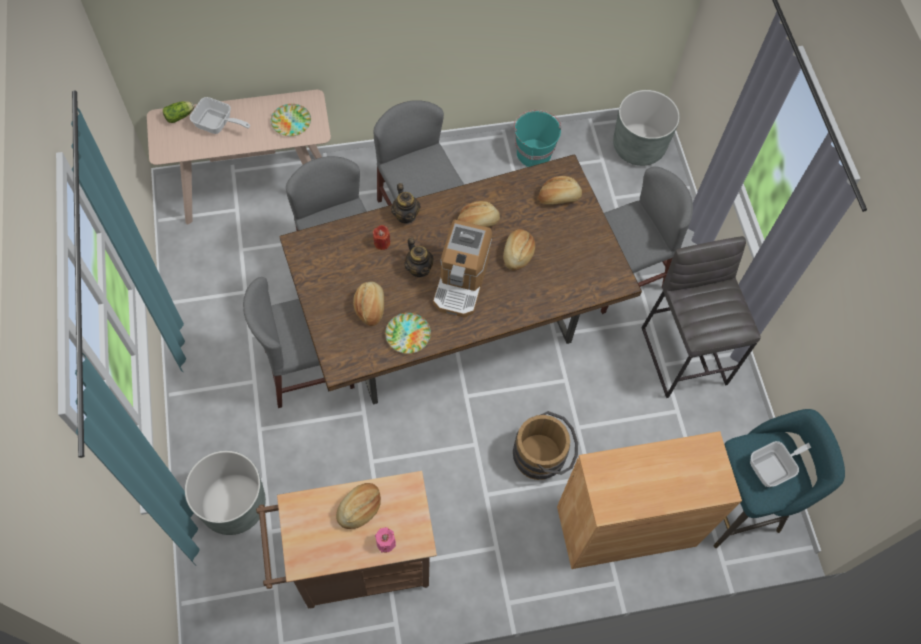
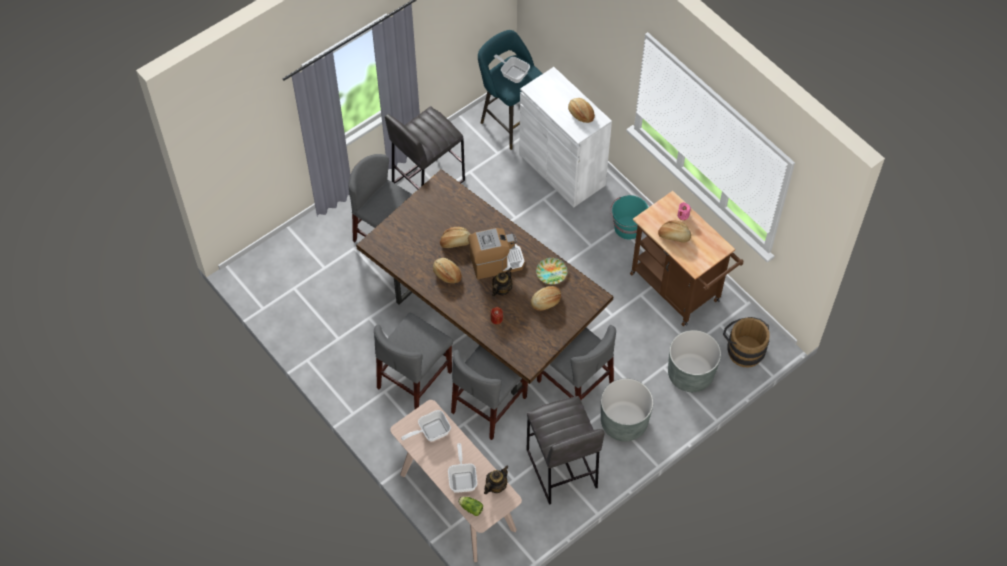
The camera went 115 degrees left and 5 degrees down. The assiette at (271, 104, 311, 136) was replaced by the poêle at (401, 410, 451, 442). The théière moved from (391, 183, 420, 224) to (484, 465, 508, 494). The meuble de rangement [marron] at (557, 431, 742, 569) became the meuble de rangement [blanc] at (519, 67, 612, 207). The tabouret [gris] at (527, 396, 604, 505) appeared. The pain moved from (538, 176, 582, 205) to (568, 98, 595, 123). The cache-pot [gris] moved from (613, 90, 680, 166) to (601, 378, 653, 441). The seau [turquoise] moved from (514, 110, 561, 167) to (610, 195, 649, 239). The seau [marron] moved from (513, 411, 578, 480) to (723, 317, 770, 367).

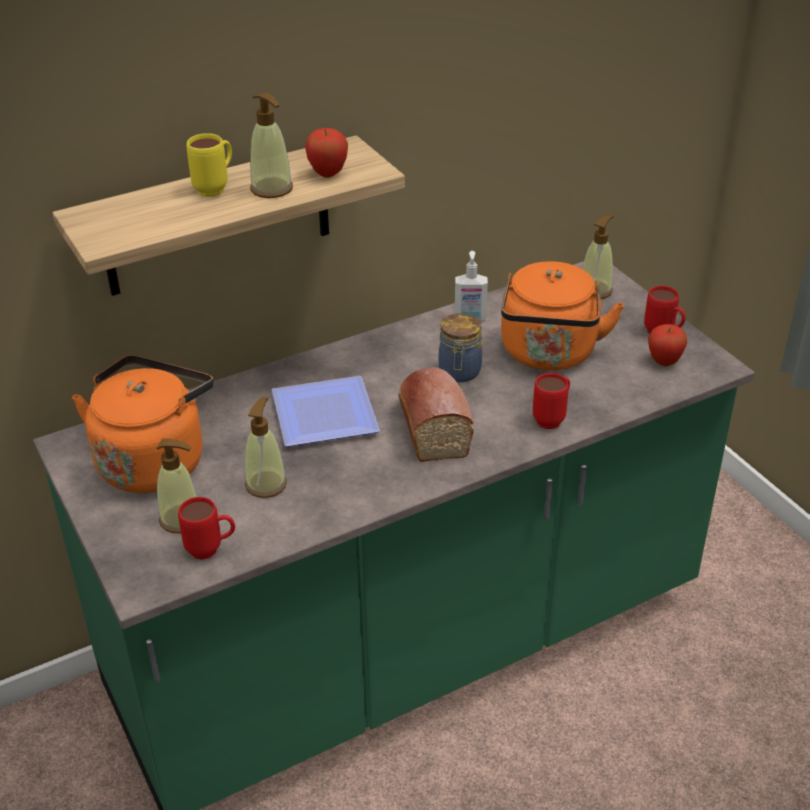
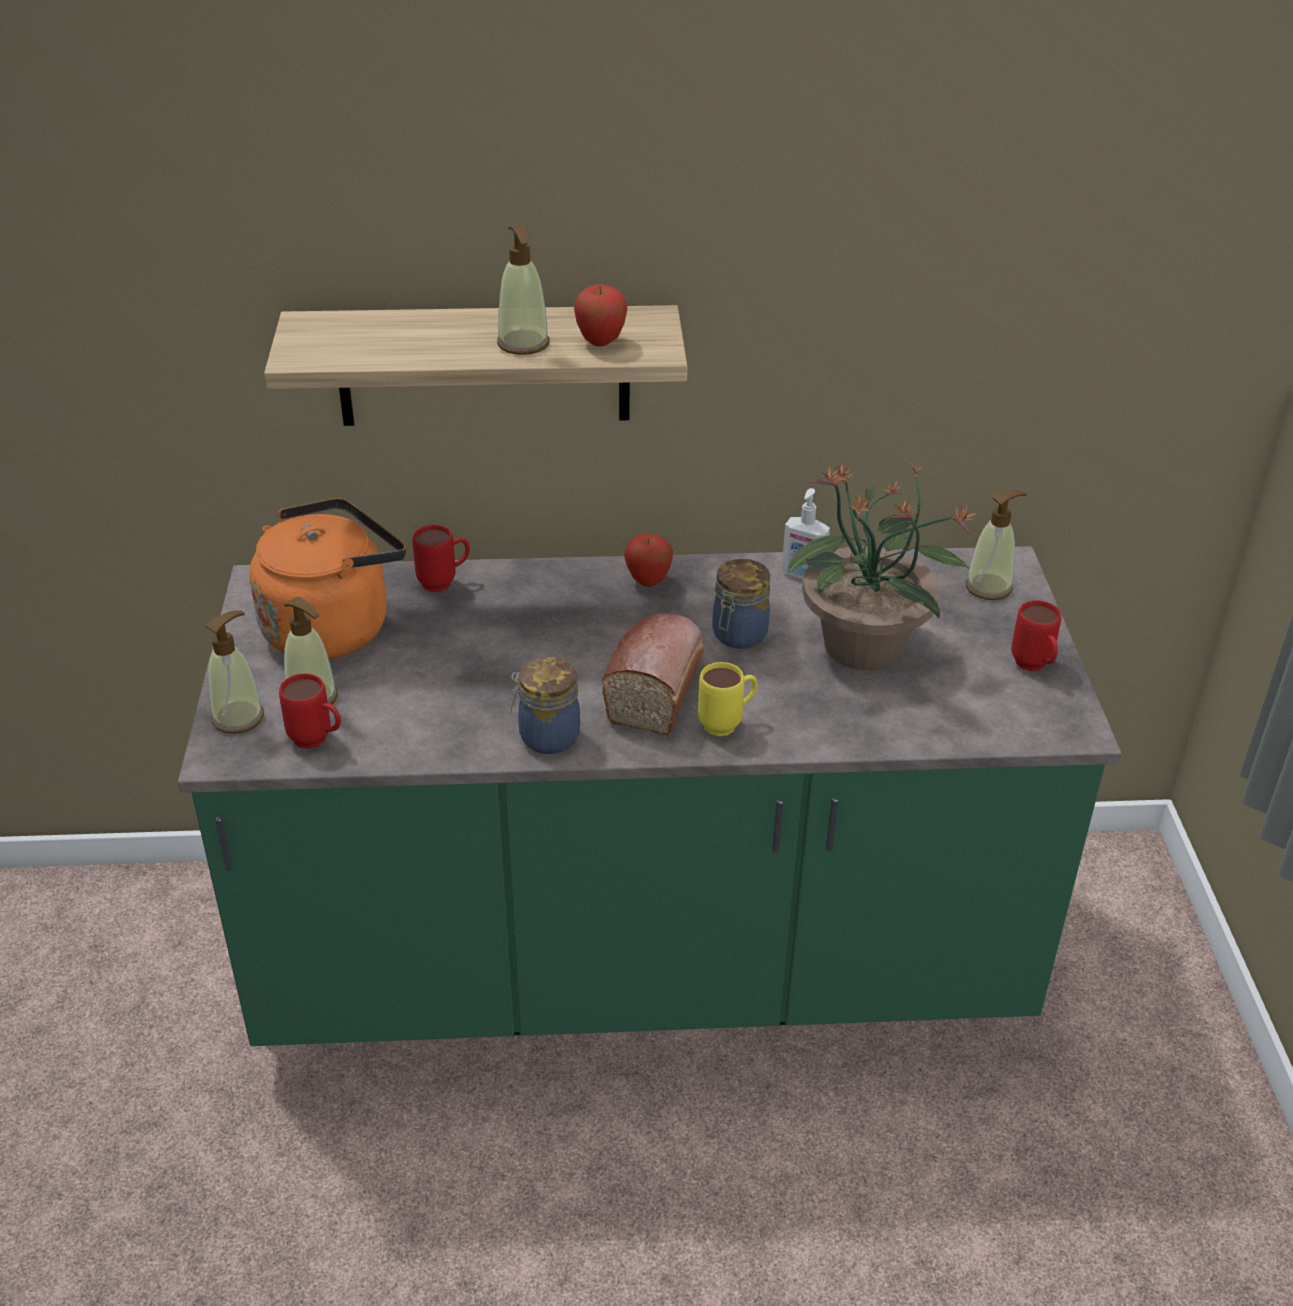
The camera went 25 degrees right and 0 degrees up. The distributeur de savon moved from (245, 397, 287, 498) to (205, 611, 264, 734). The mug [rouge] moved from (533, 373, 570, 429) to (412, 525, 470, 592). The bocal at (511, 657, 580, 754) appeared. The pomme moved from (648, 324, 687, 366) to (624, 533, 673, 587). The mug [jaune] moved from (186, 133, 232, 197) to (698, 662, 758, 736). The bouilloire [orange] at (501, 261, 624, 370) was replaced by the plante en pot at (789, 464, 976, 671). The assiette at (272, 376, 380, 447) disappeared.

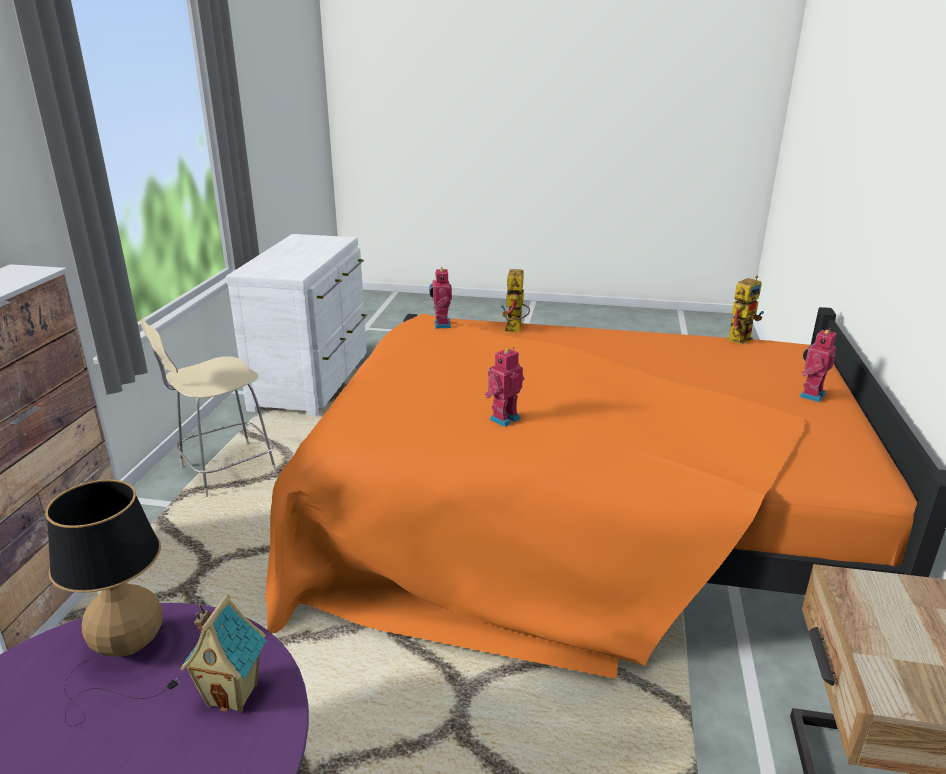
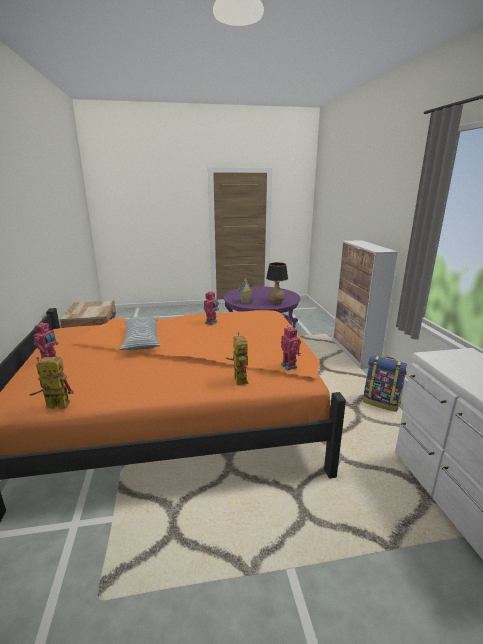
The camera went 160 degrees right and 5 degrees down. The robot jouet at (728, 275, 764, 345) turned 60 degrees clockwise. The coussin at (120, 316, 161, 350) appeared. The chaise [beige] at (141, 318, 277, 497) was replaced by the sac à dos at (363, 355, 407, 412).

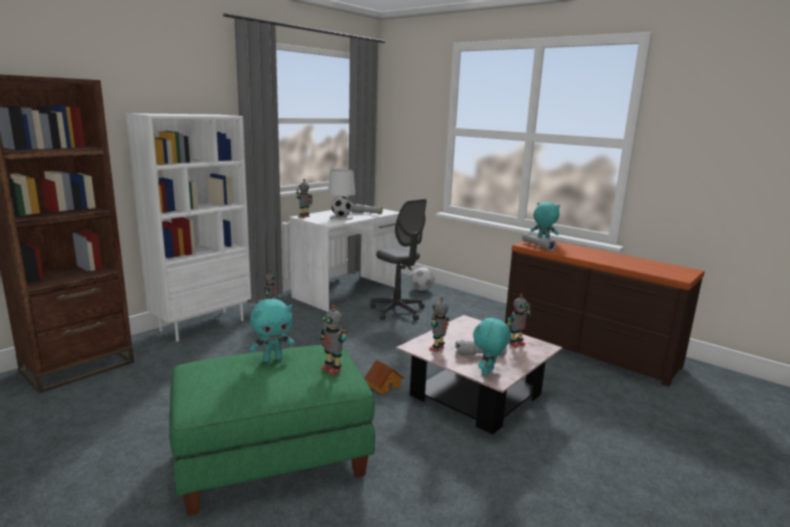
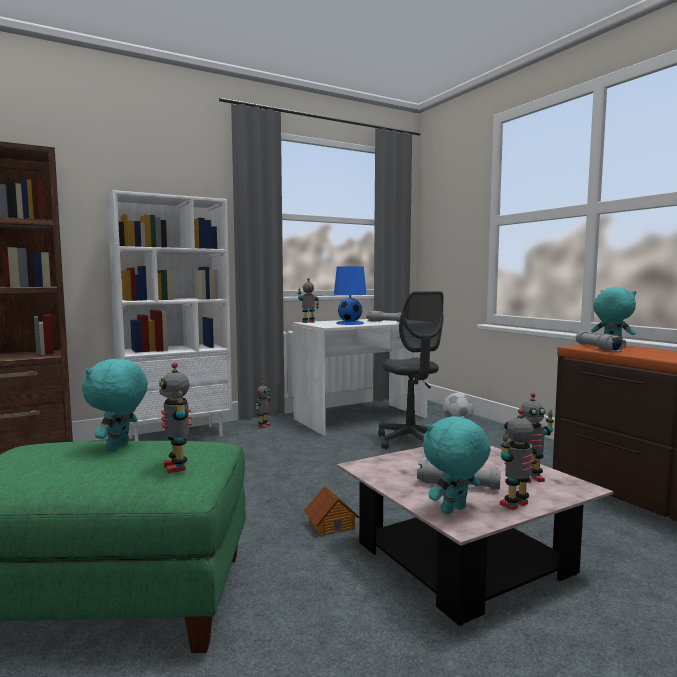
The camera went 20 degrees right and 10 degrees down. The peluche [turquoise] at (250, 299, 295, 362) turned 105 degrees clockwise. The lampe de table [blanc] at (328, 169, 356, 220) became the lampe de table [bleu] at (334, 266, 367, 325). The robot jouet moved from (429, 297, 449, 352) to (500, 408, 537, 510).

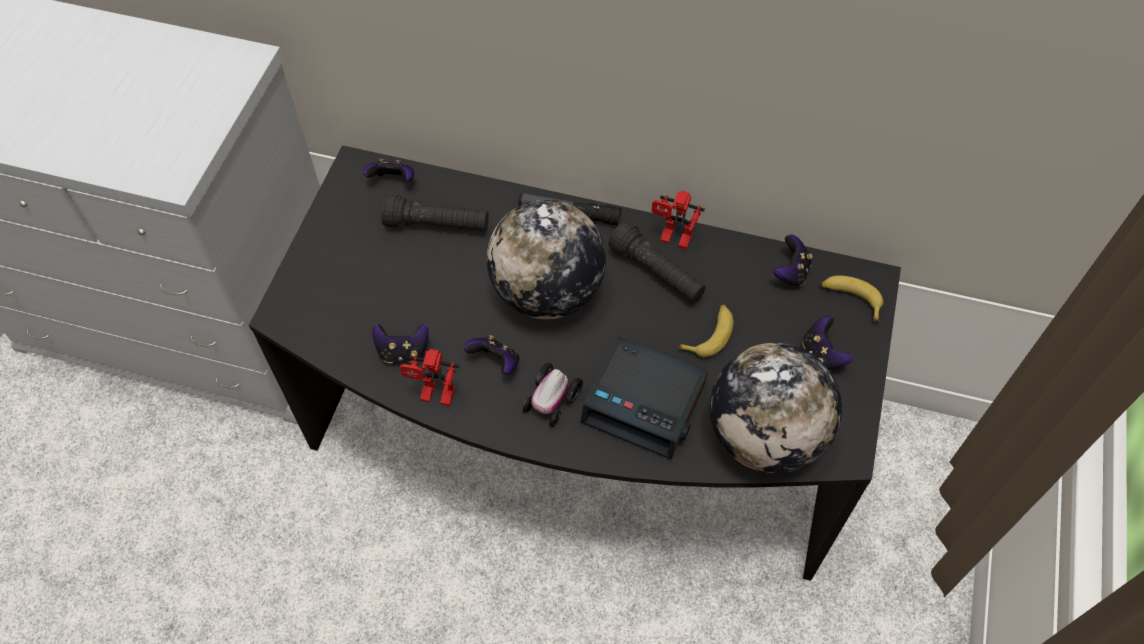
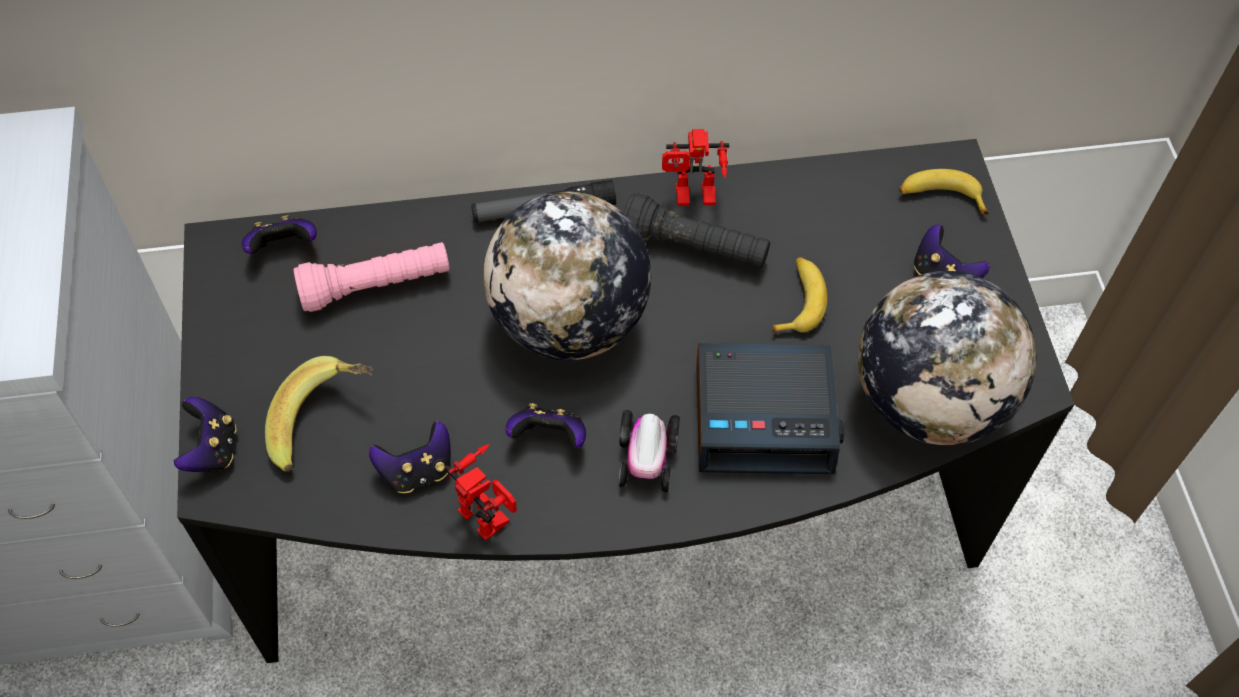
The camera went 25 degrees left and 0 degrees up. The manette moved from (773, 235, 812, 287) to (174, 397, 236, 472). The banane at (265, 356, 374, 472) appeared. The lampe de poche [noir] at (381, 194, 489, 231) became the lampe de poche [rose] at (294, 242, 450, 312). The robot jouet at (400, 349, 459, 406) turned 120 degrees counterclockwise.

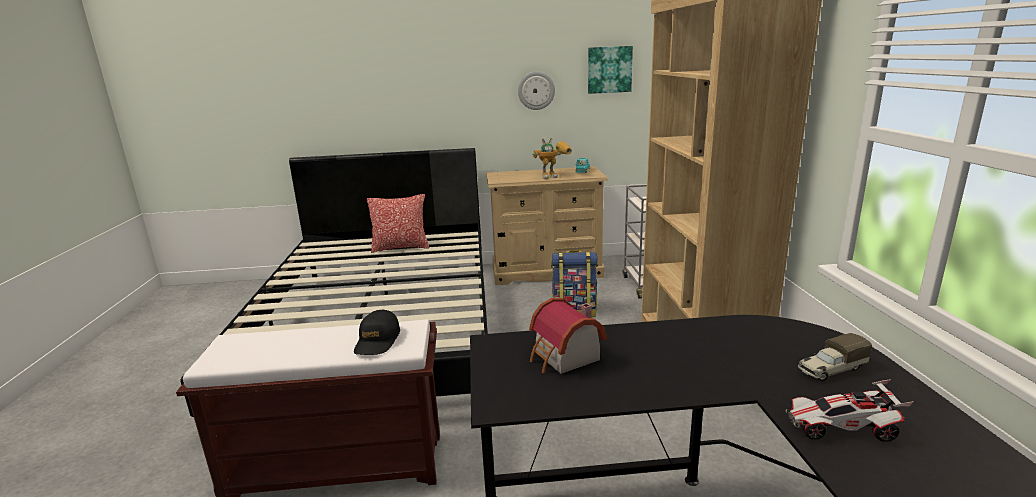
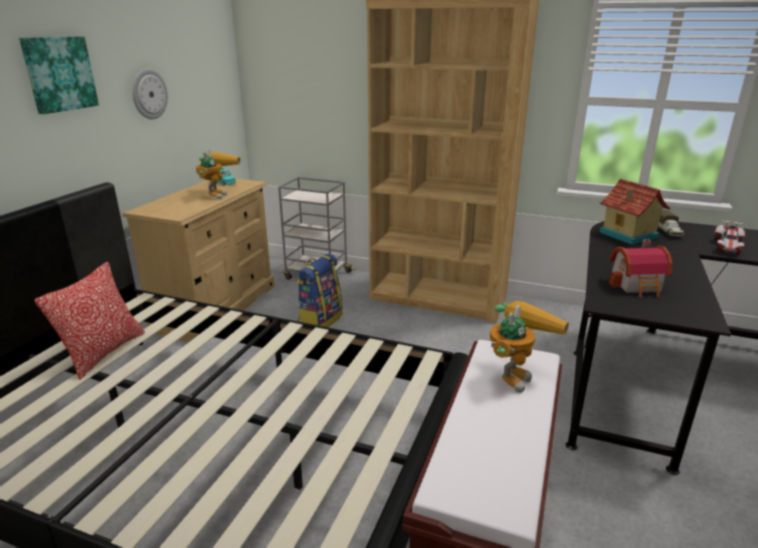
The camera went 65 degrees left and 5 degrees up. The tableau moved from (588, 46, 633, 94) to (19, 36, 99, 114). The casquette [noir] at (354, 310, 400, 355) was replaced by the robot jouet at (490, 301, 569, 393). The maison miniature at (600, 179, 670, 245) appeared.

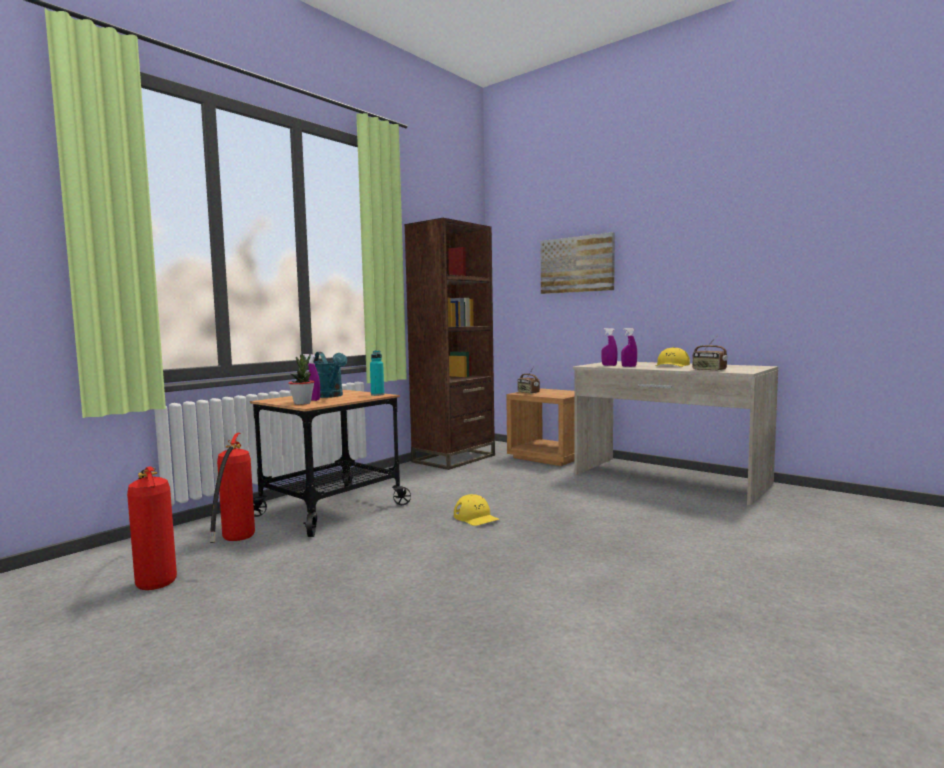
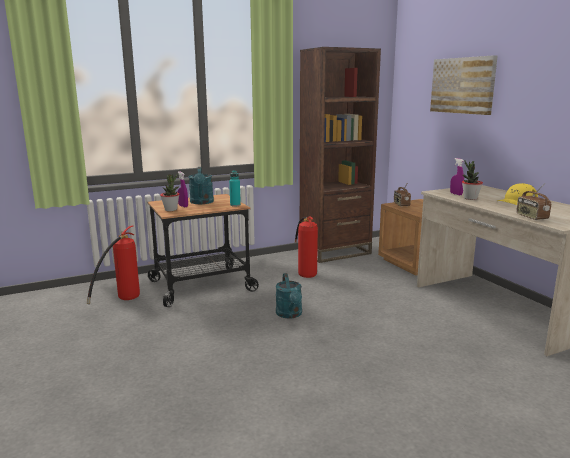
The camera went 25 degrees right and 10 degrees up. The casquette [jaune] at (454, 494, 500, 526) was replaced by the arrosoir [turquoise] at (276, 273, 302, 319). The extincteur moved from (127, 466, 177, 590) to (295, 216, 318, 278). The vaporisateur [violet] at (621, 328, 637, 367) was replaced by the plante en pot at (462, 161, 483, 200).

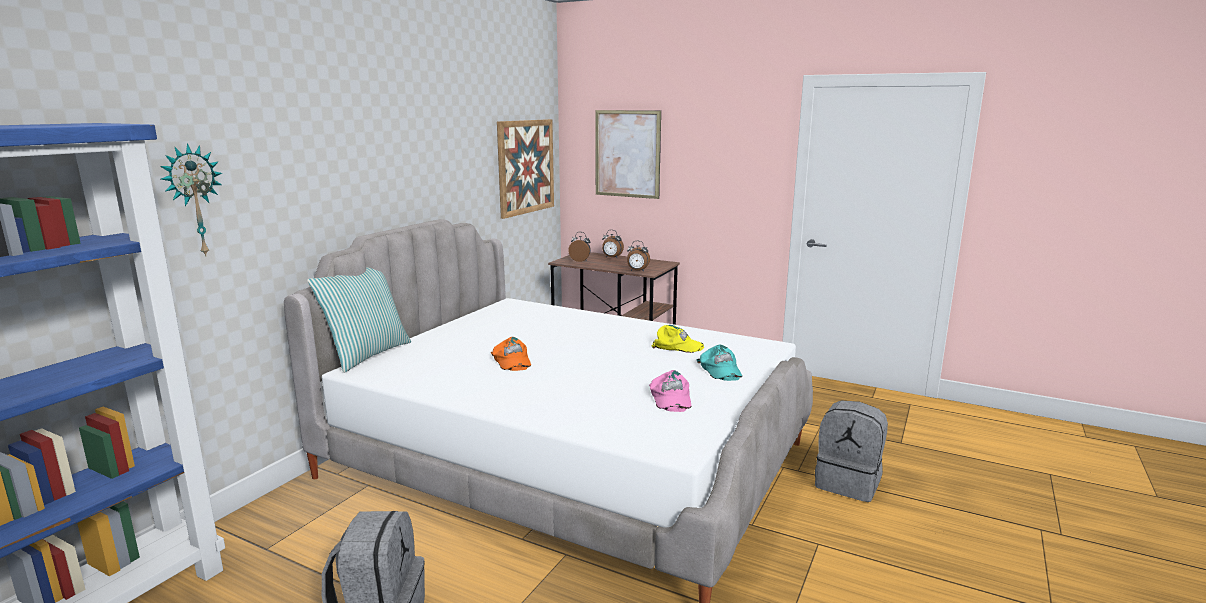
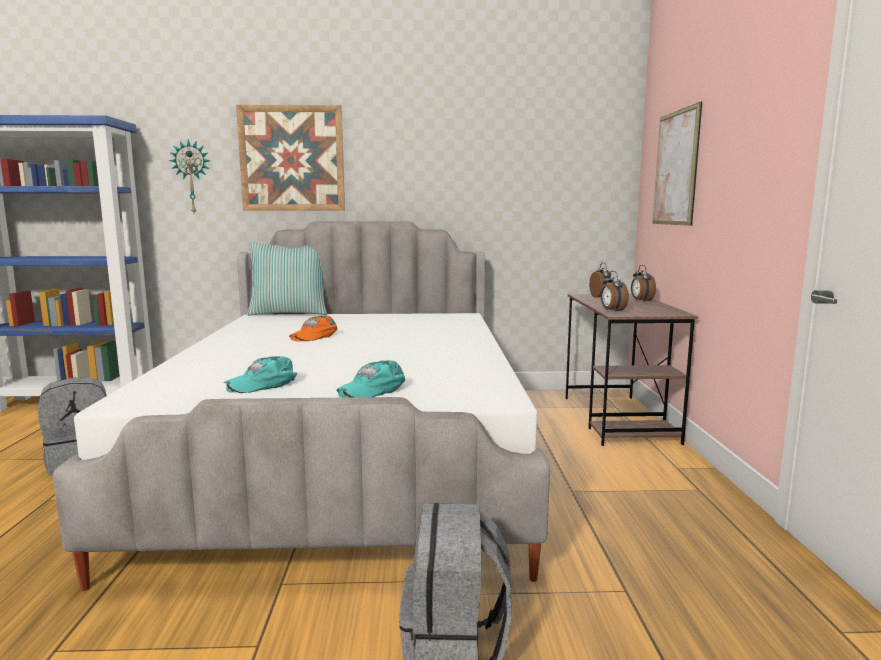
The camera went 60 degrees right and 5 degrees down. The casquette [rose] at (649, 370, 691, 412) became the casquette [turquoise] at (224, 356, 297, 393). The tableau moved from (497, 119, 554, 219) to (236, 105, 345, 211). The casquette [jaune] at (652, 325, 704, 353) disappeared.

